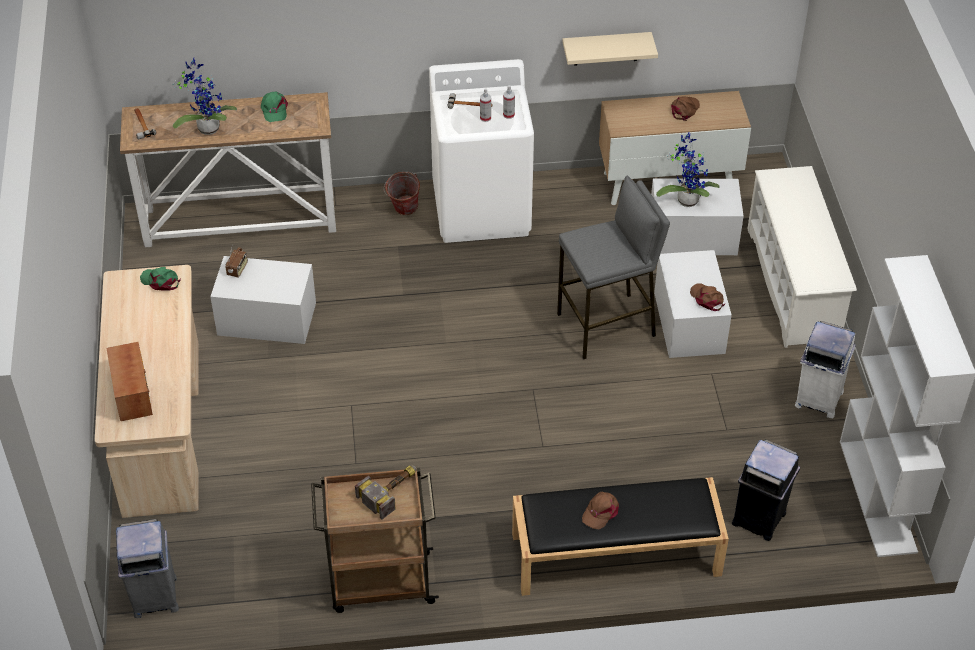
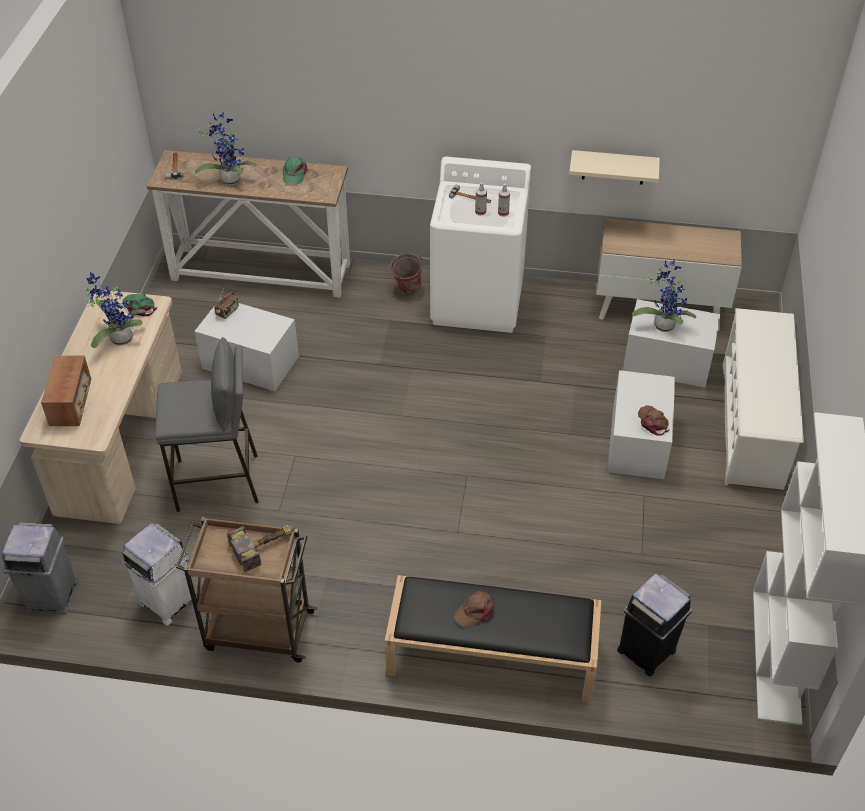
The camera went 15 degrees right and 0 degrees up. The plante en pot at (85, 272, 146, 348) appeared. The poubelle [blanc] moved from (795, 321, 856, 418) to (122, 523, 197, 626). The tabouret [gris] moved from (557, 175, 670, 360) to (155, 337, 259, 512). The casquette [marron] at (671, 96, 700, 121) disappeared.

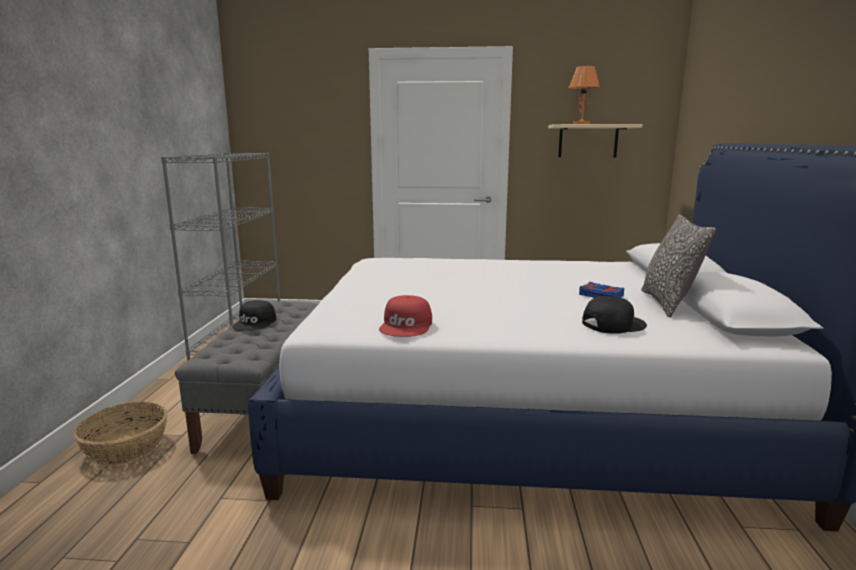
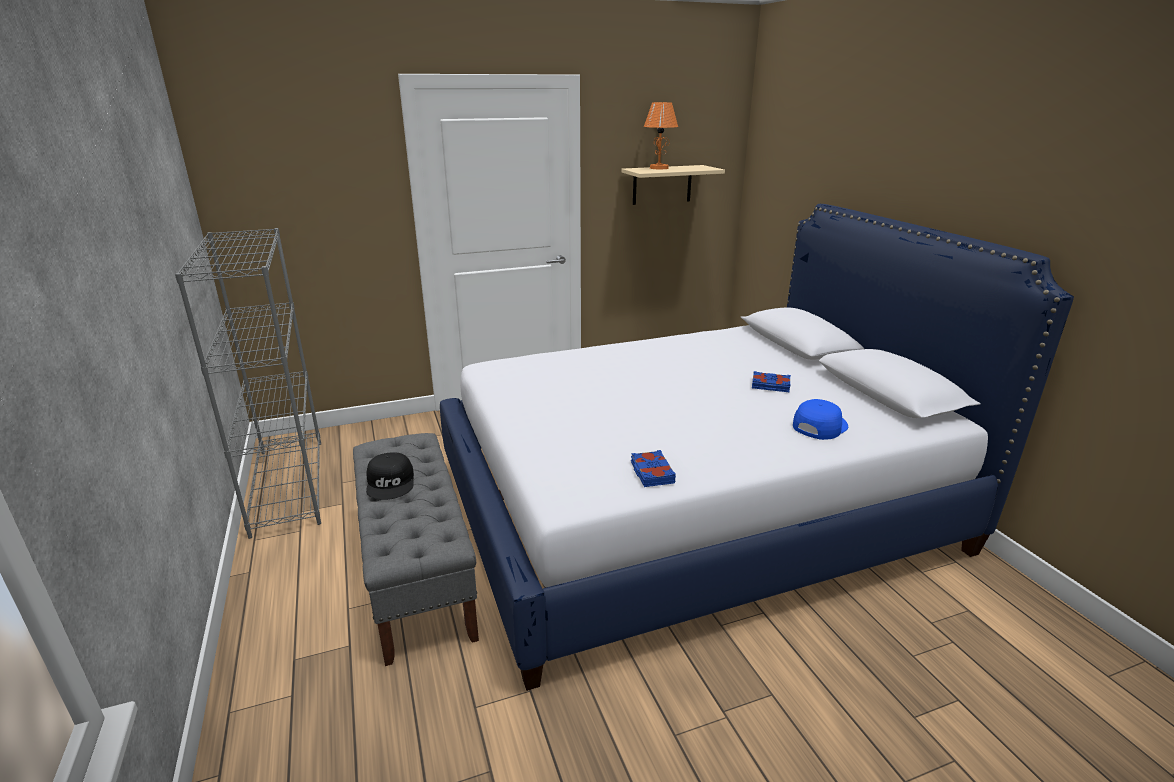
The camera went 25 degrees left and 10 degrees up. The casquette [rouge] at (379, 295, 432, 337) was replaced by the livre [bleu] at (631, 450, 676, 487). The casquette [noir] at (582, 296, 647, 334) became the casquette [bleu] at (793, 399, 848, 440). The panier at (73, 402, 168, 465) disappeared. The coussin at (641, 214, 716, 317) disappeared.

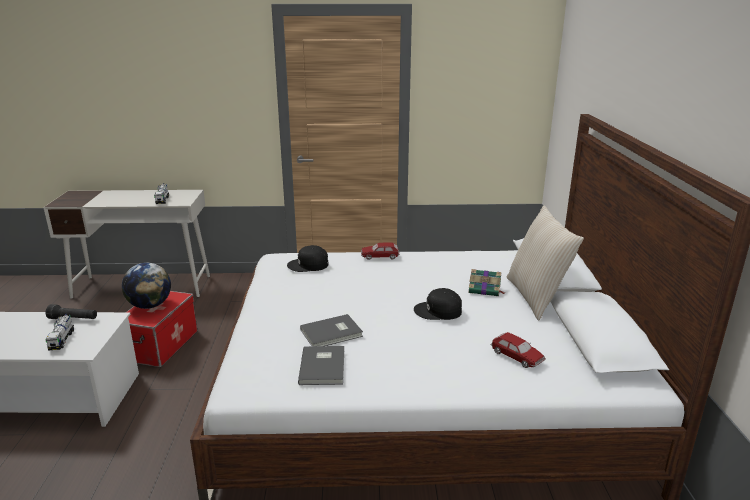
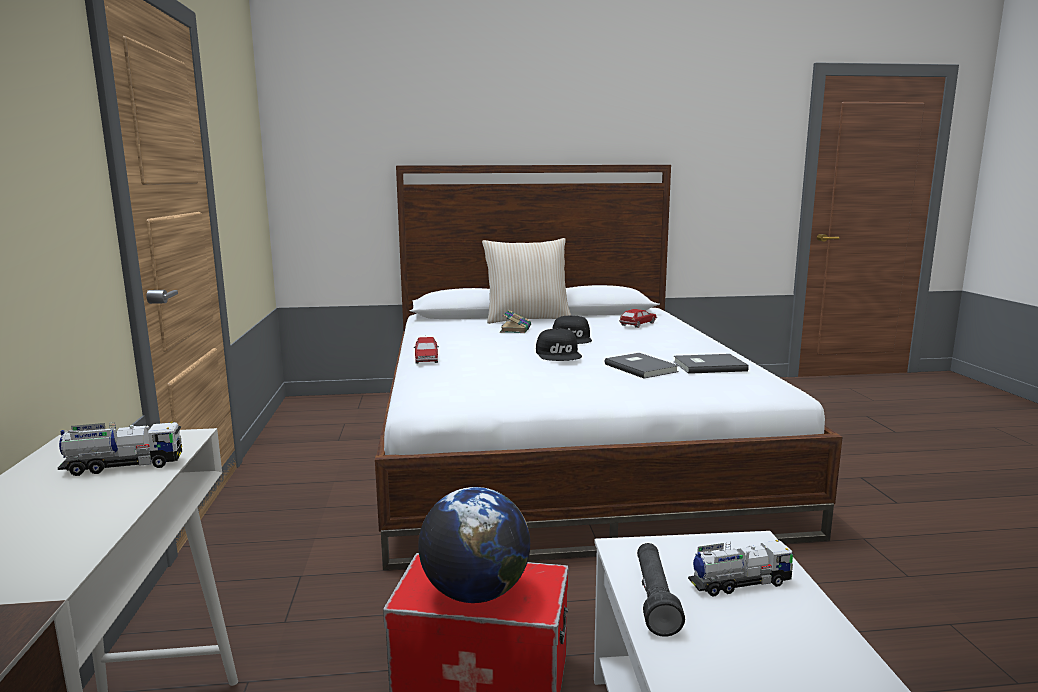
The camera went 95 degrees left and 10 degrees down. The casquette [noir] moved from (287, 245, 328, 272) to (536, 329, 582, 361).

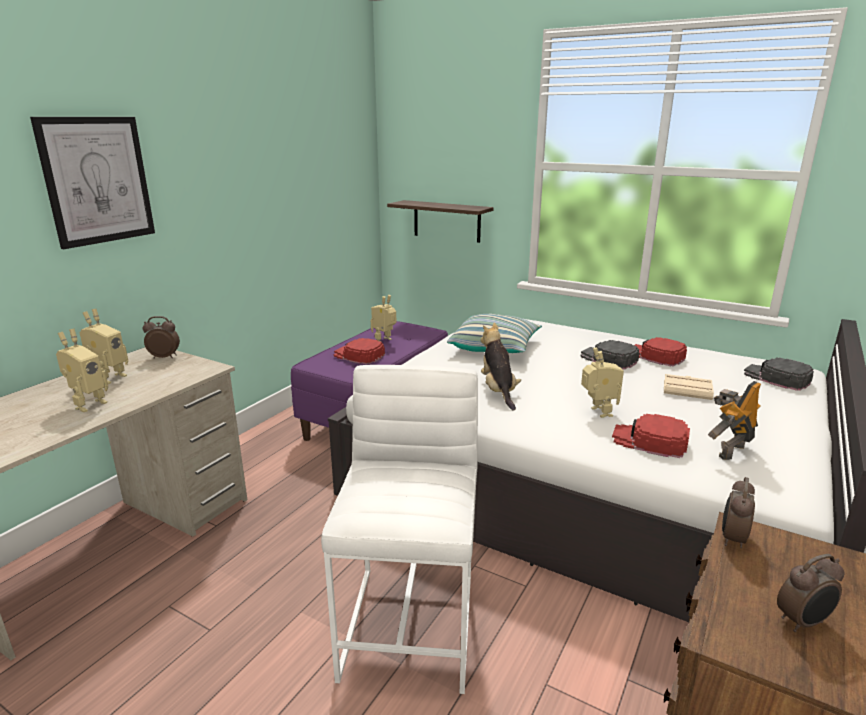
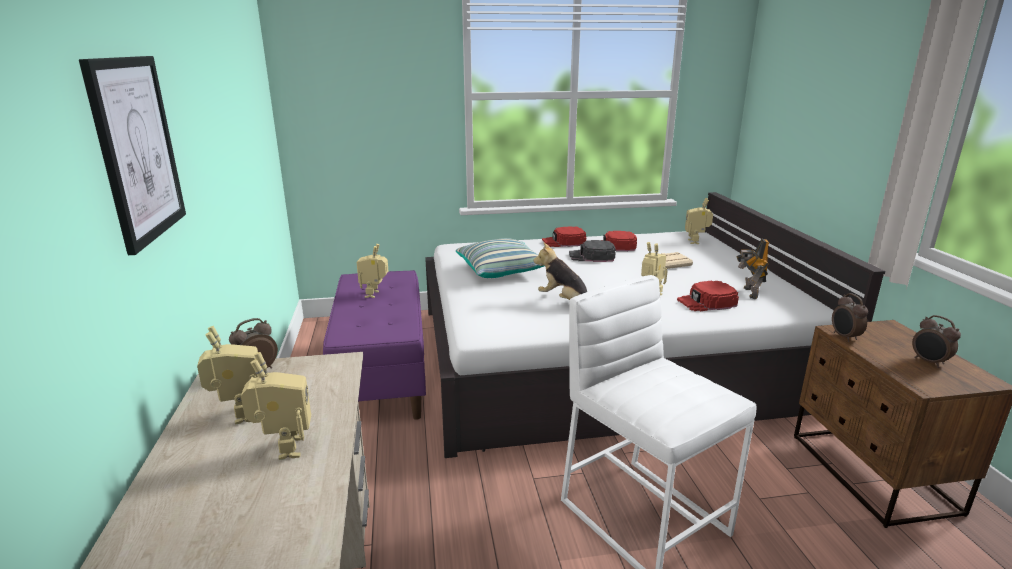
The camera went 40 degrees left and 0 degrees up. The casquette [rouge] moved from (333, 338, 385, 365) to (542, 226, 586, 247). The casquette [noir] at (744, 357, 814, 391) was replaced by the robot jouet at (685, 198, 713, 244). The réveil at (777, 554, 845, 632) turned 120 degrees clockwise. The étagère at (387, 200, 493, 243) disappeared.

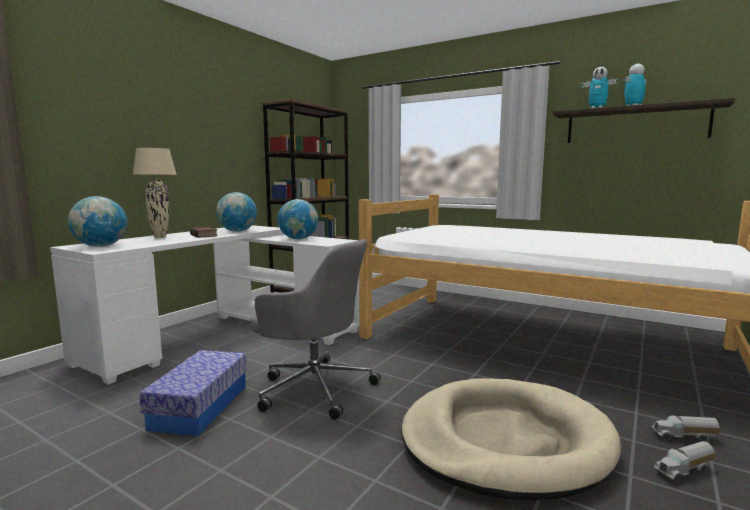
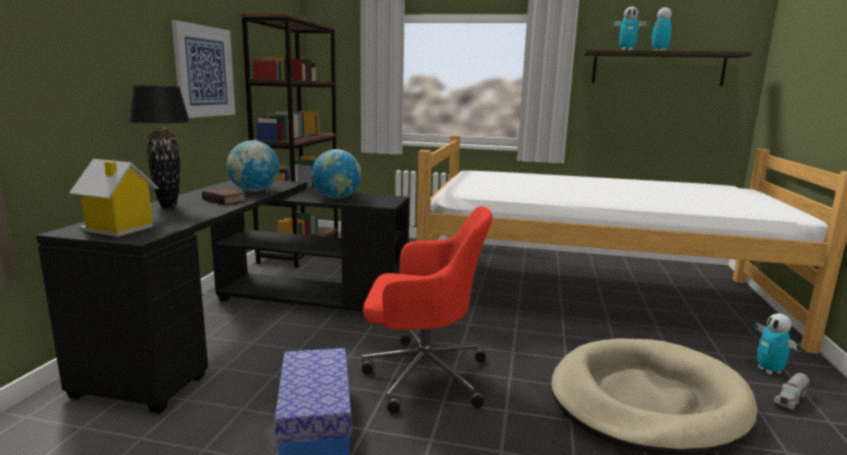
The camera went 20 degrees left and 5 degrees up. The bureau [blanc] at (50, 225, 359, 385) became the bureau [noir] at (36, 180, 410, 414). The globe at (68, 196, 127, 247) was replaced by the maison miniature at (69, 159, 159, 237). The lampe de table [beige] at (133, 148, 177, 238) became the lampe de table [noir] at (129, 85, 190, 208). The tableau at (171, 20, 235, 118) appeared. The chaise de bureau [gris] at (250, 239, 381, 420) became the chaise de bureau [rouge] at (362, 206, 493, 414). The camion jouet at (651, 415, 720, 442) was replaced by the robot jouet at (755, 313, 802, 375).

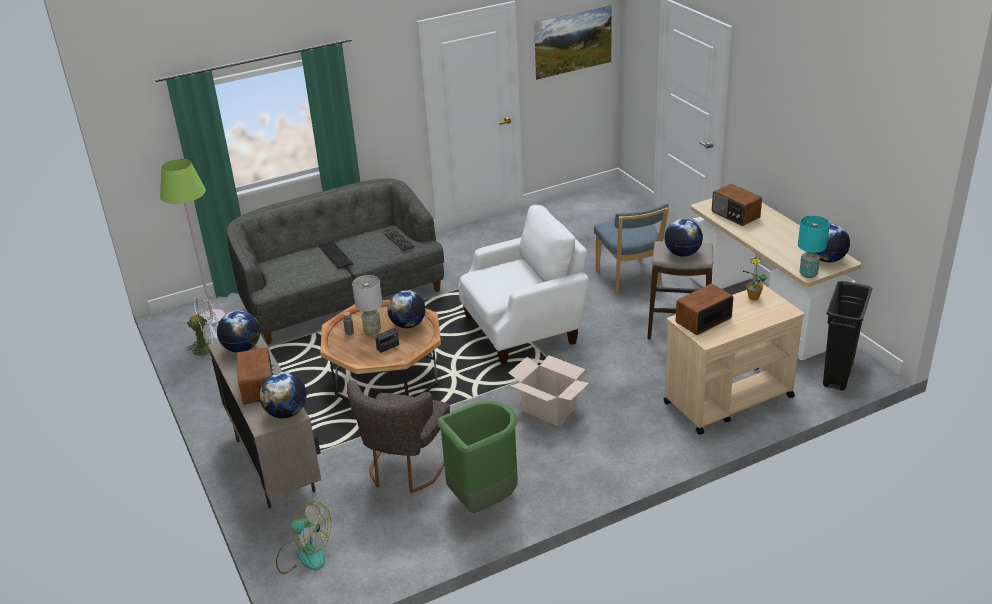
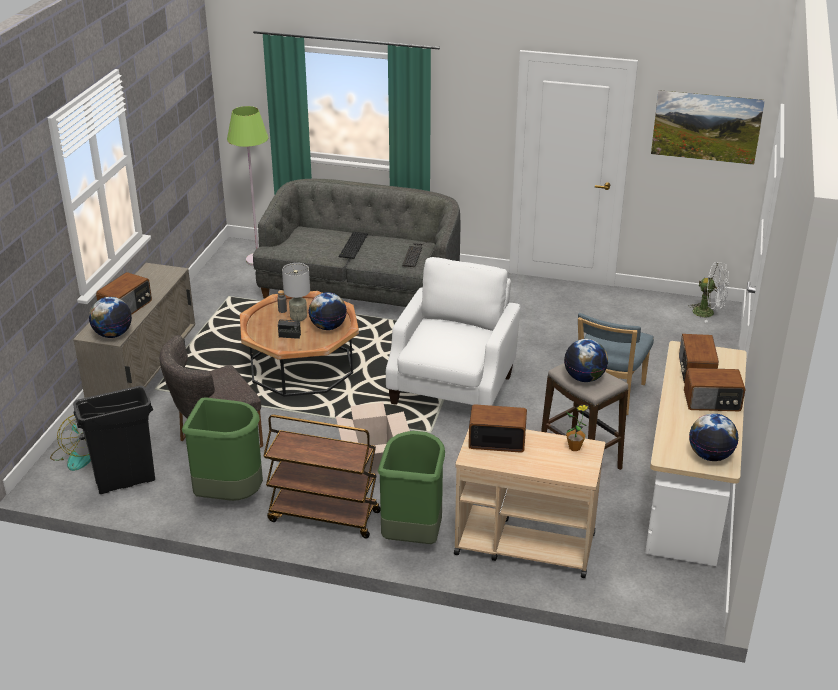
The camera went 40 degrees right and 0 degrees up. The poubelle [noir] moved from (823, 281, 872, 391) to (73, 385, 155, 494). The chariot [marron] at (263, 415, 381, 539) appeared. The poubelle [vert] at (378, 431, 445, 544) appeared. The fauteuil [blanc] at (458, 205, 588, 365) turned 90 degrees counterclockwise. The radio at (684, 368, 746, 411) appeared. The ventilateur [blanc] moved from (185, 295, 219, 358) to (688, 262, 729, 322). The globe at (217, 310, 260, 352) disappeared. The lampe de table [turquoise] at (798, 216, 830, 278) disappeared.

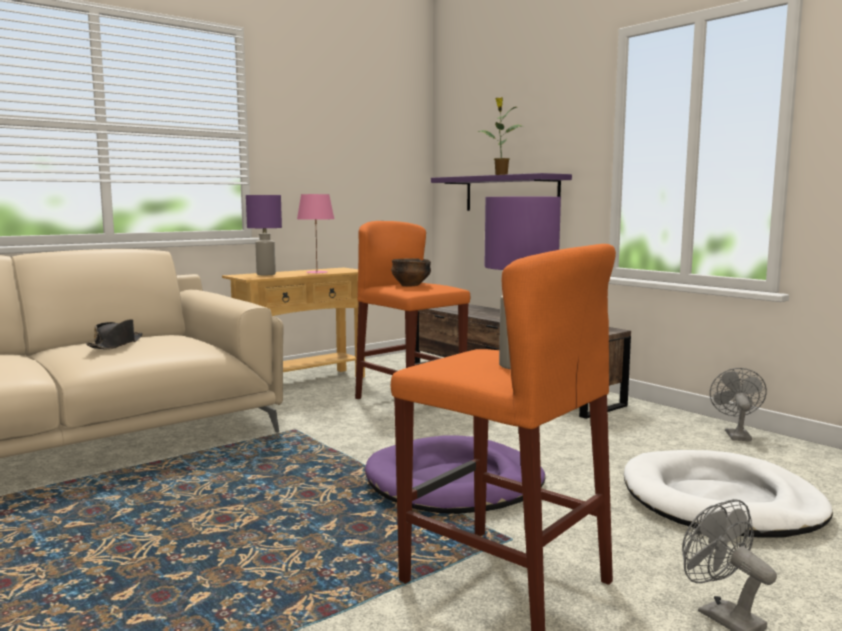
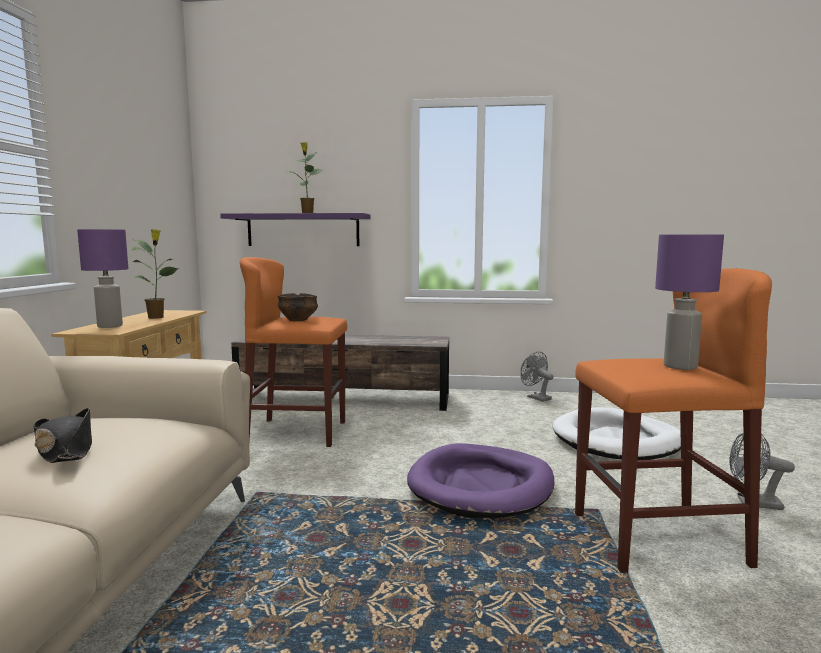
The camera went 45 degrees left and 0 degrees up. The lampe de table [rose] at (297, 194, 334, 273) was replaced by the plante en pot at (131, 229, 179, 319).

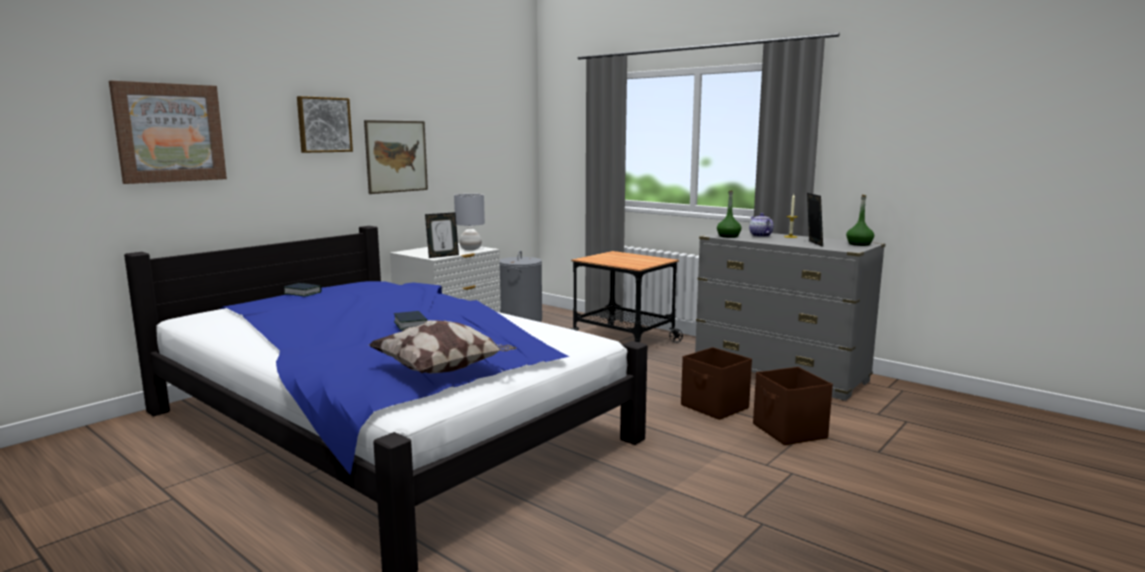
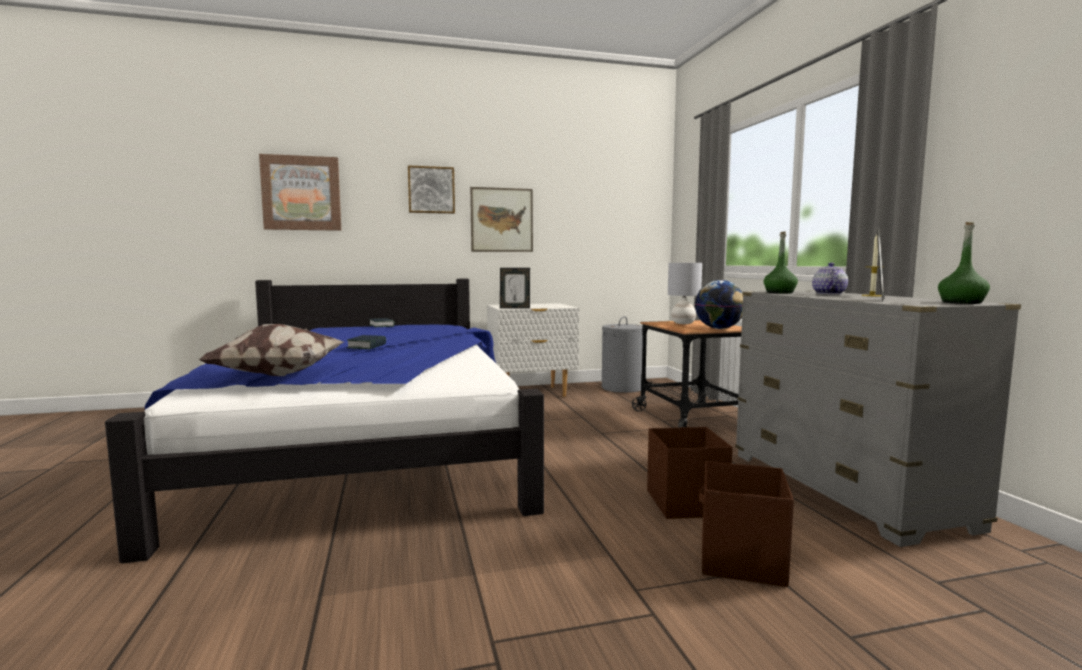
The camera went 35 degrees right and 5 degrees down. The lampe de table [gris] moved from (454, 194, 485, 250) to (668, 263, 702, 324). The globe at (695, 280, 743, 329) appeared.

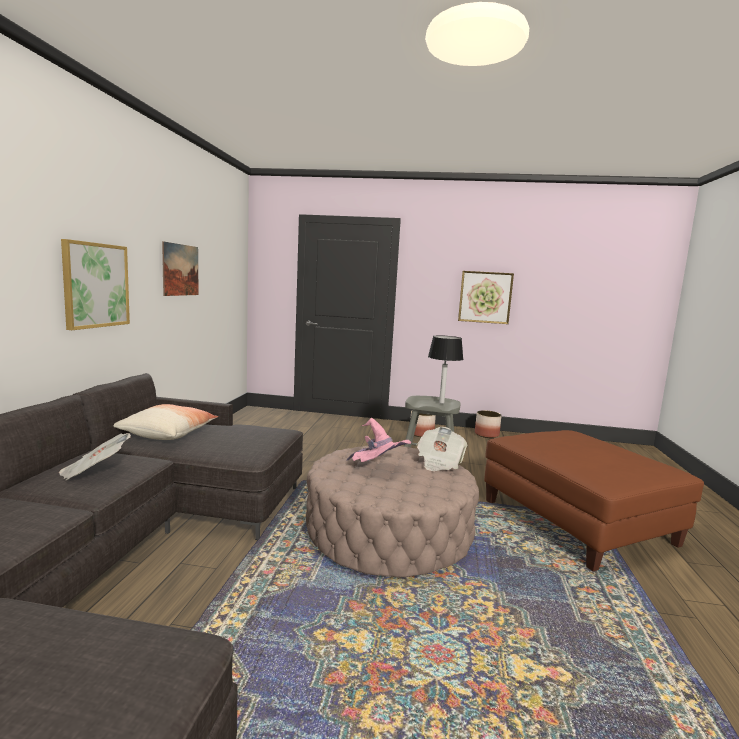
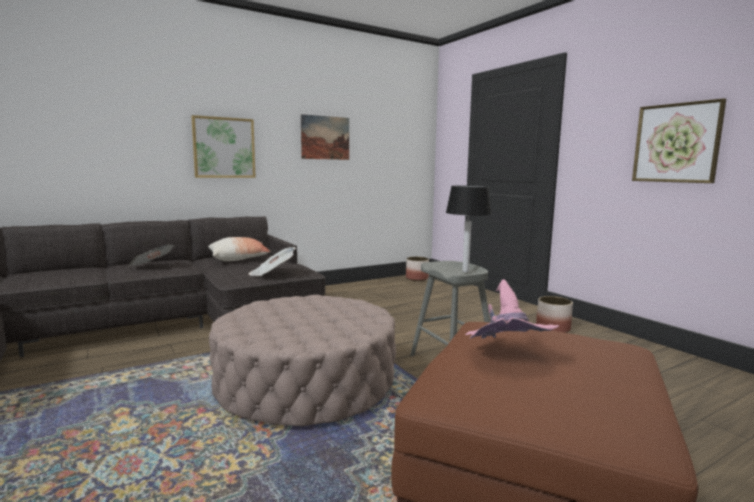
The camera went 50 degrees right and 0 degrees up. The journal moved from (416, 427, 468, 471) to (248, 247, 296, 276). The cache-pot moved from (475, 410, 502, 438) to (406, 257, 429, 281). The chapeau [rose] moved from (346, 418, 411, 462) to (465, 279, 559, 339).

